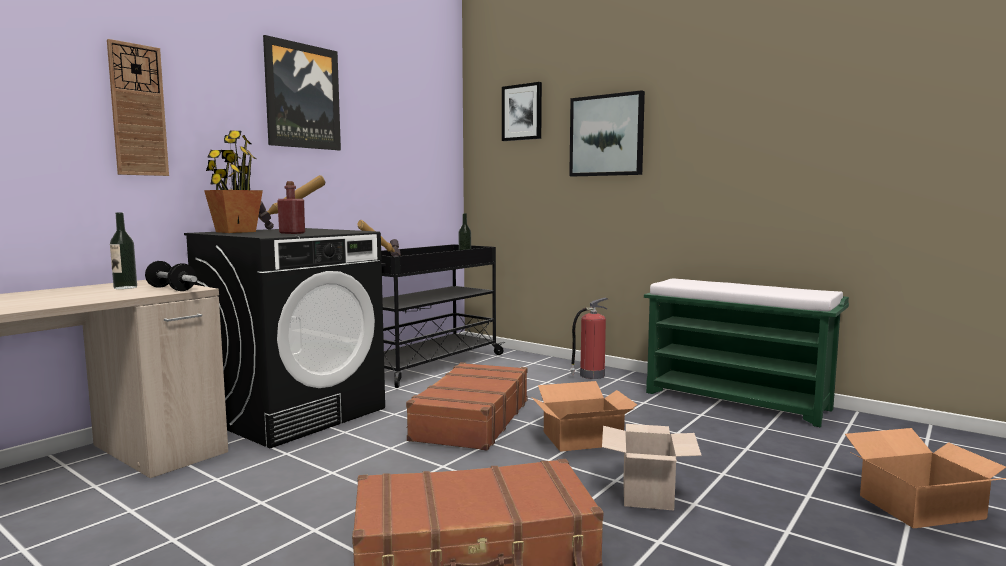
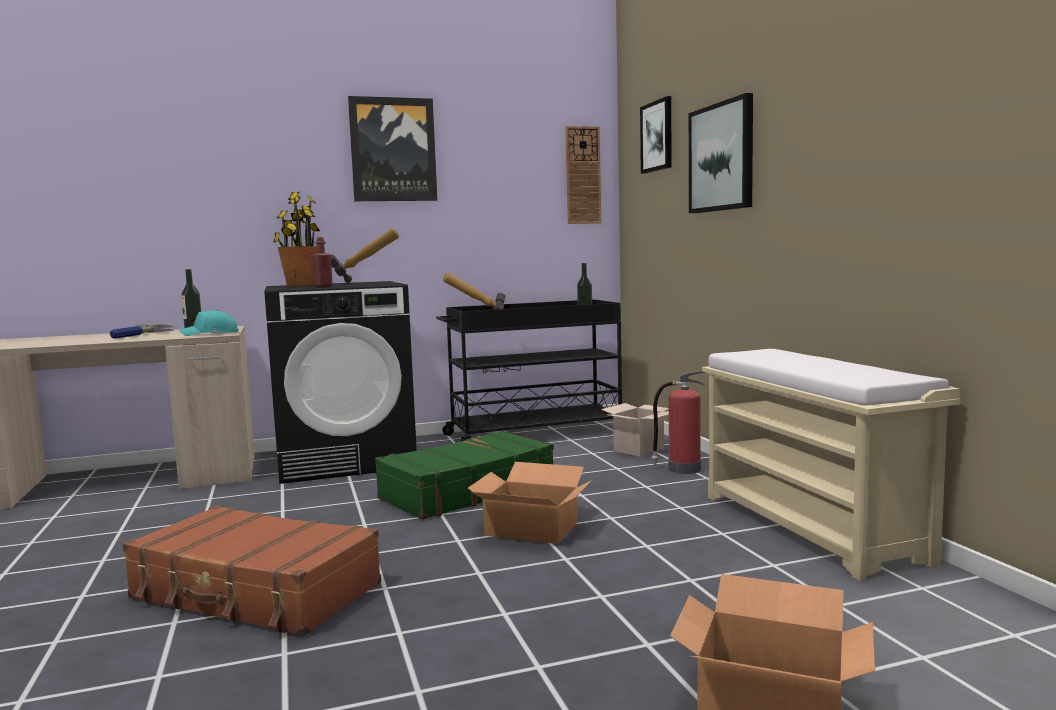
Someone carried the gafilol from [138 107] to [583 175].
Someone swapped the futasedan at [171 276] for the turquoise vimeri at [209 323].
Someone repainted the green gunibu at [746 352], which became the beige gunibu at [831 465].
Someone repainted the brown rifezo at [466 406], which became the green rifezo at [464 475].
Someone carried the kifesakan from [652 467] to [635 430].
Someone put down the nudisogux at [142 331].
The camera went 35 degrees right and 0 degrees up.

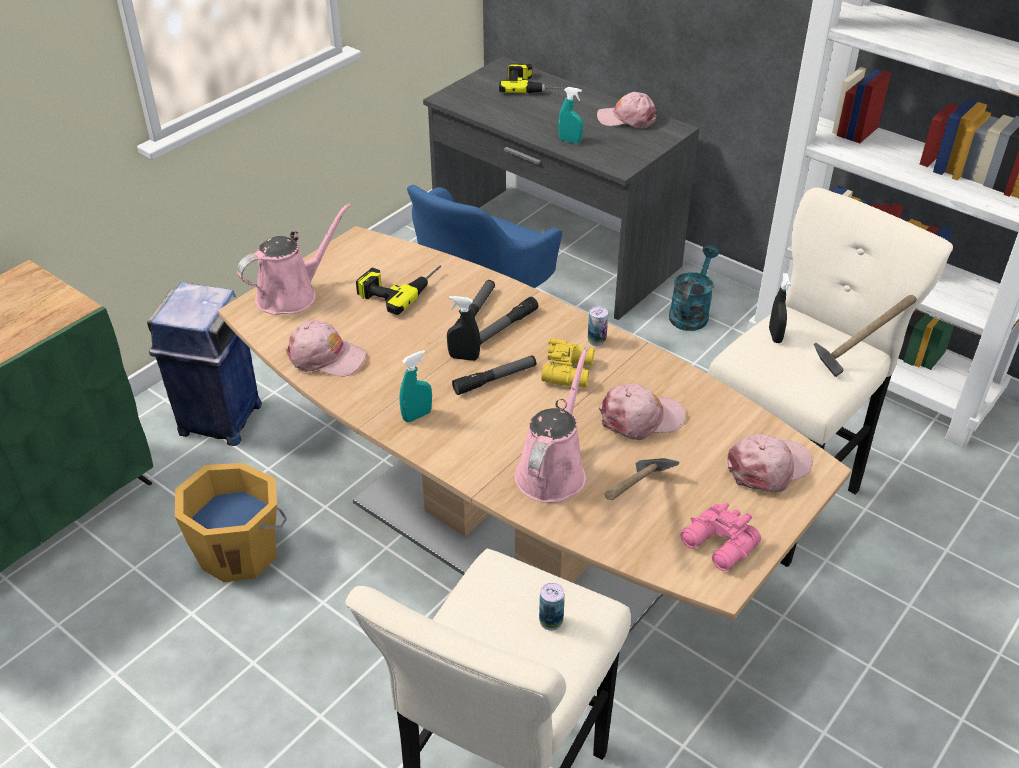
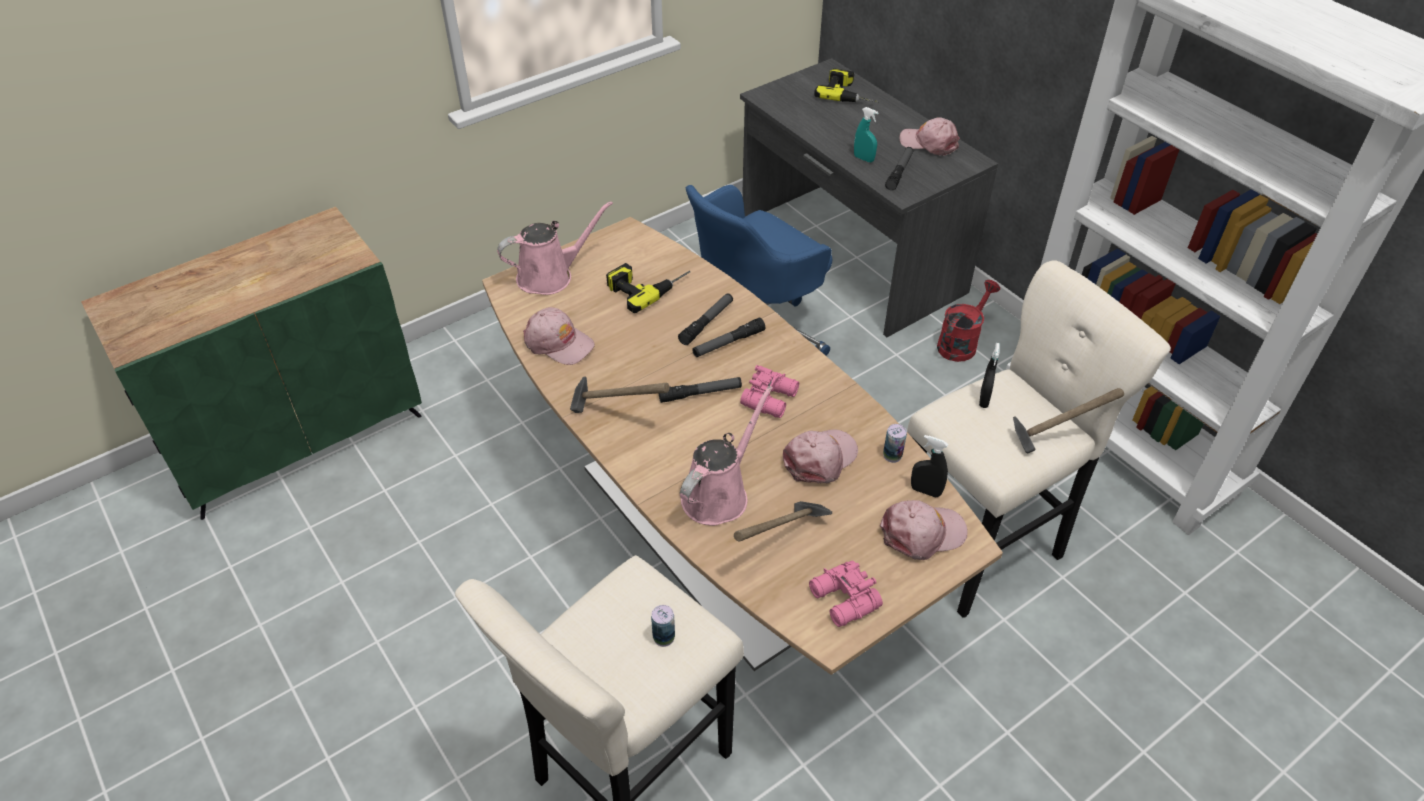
Someone repainted the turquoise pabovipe at [694 288], which became the red pabovipe at [968 321].
Someone took away the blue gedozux at [204 364].
Someone carried the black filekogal from [463 328] to [929 466].
Someone carried the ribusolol from [598 326] to [895 443].
Someone repainted the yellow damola at [567 363], which became the pink damola at [769 391].
Someone swapped the turquoise filekogal at [415 386] for the nudisogux at [620 395].
Someone rotated the pink vimeri at [642 412] by 45 degrees counterclockwise.
Someone took away the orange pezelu at [231 522].
Someone put down the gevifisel at [899 169].
The camera went 15 degrees right and 5 degrees up.

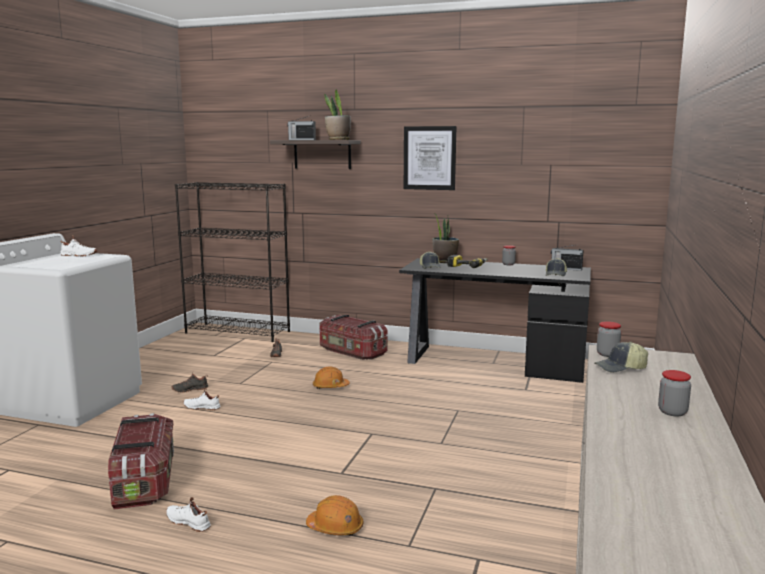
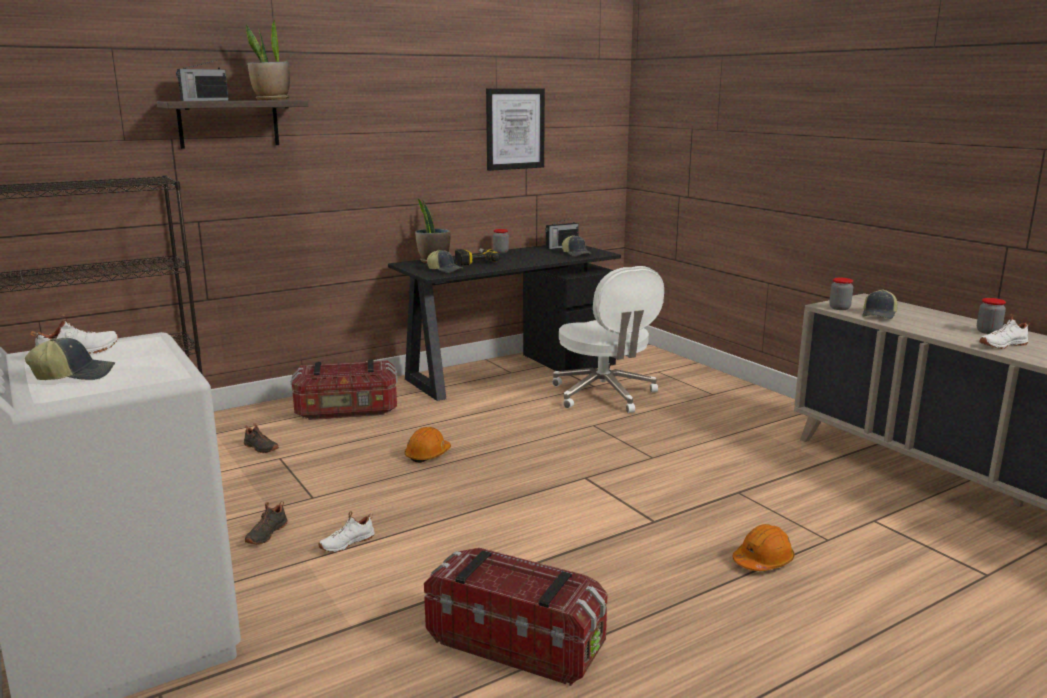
Someone carried the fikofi from [430 158] to [515 129].
Someone carried the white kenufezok from [188 514] to [1005 331].
Someone put down the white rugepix at [608 339].
Someone put down the vimeri at [70 359].
The camera went 50 degrees left and 5 degrees up.

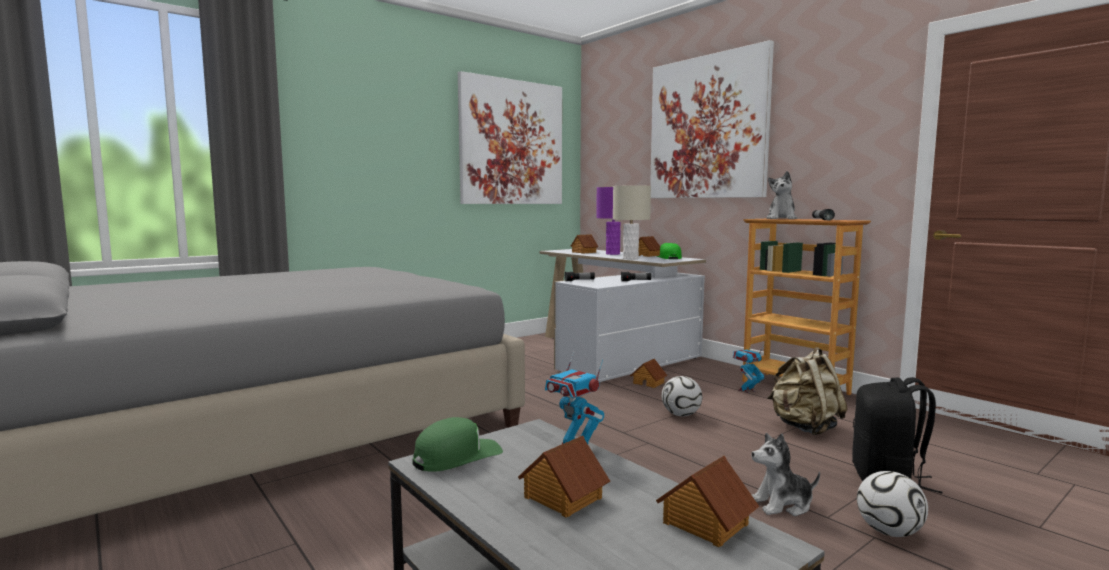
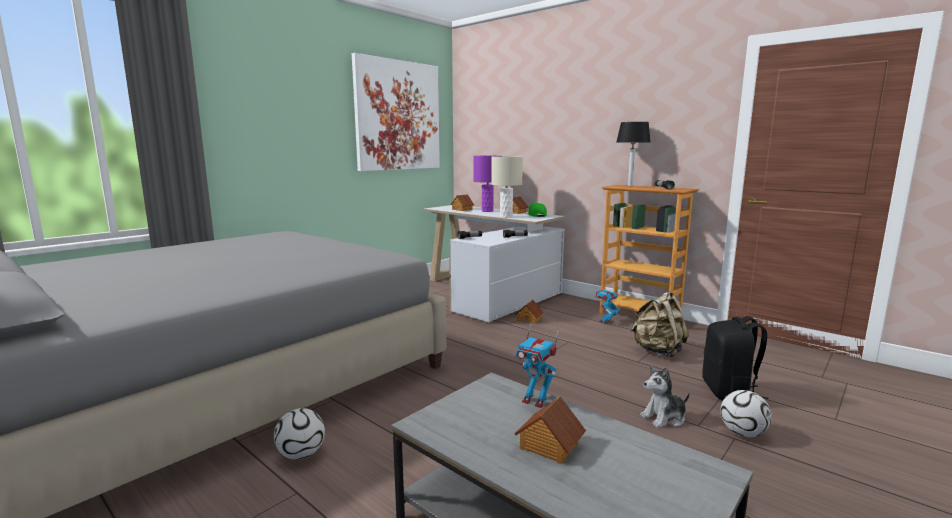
Someone took away the fikofi at [712 119].
Someone swapped the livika at [781 195] for the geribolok at [633 154].
Someone carried the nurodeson from [682 396] to [299 434].
Someone took away the green vimeri at [457 444].
Someone took away the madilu at [708 501].
The camera went 10 degrees left and 5 degrees up.

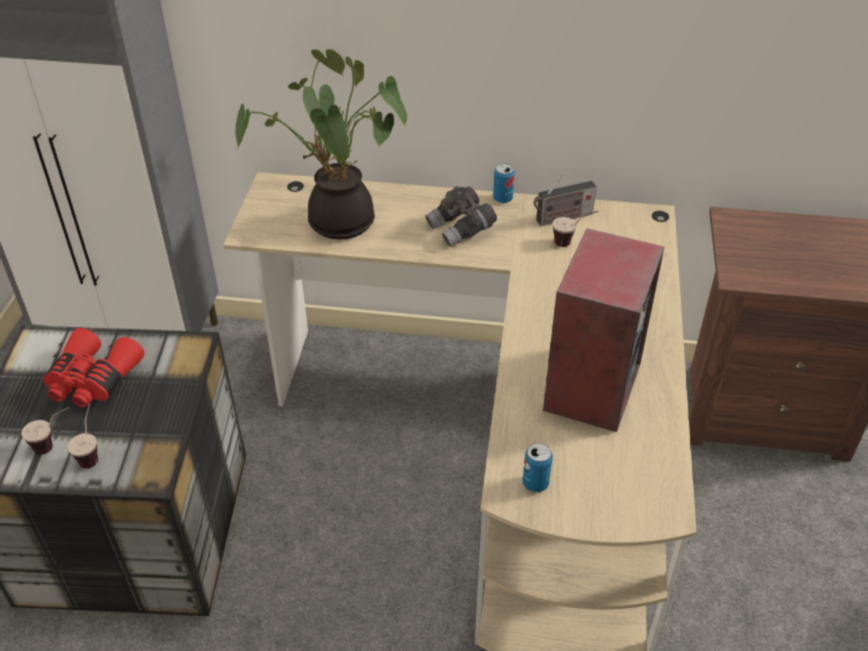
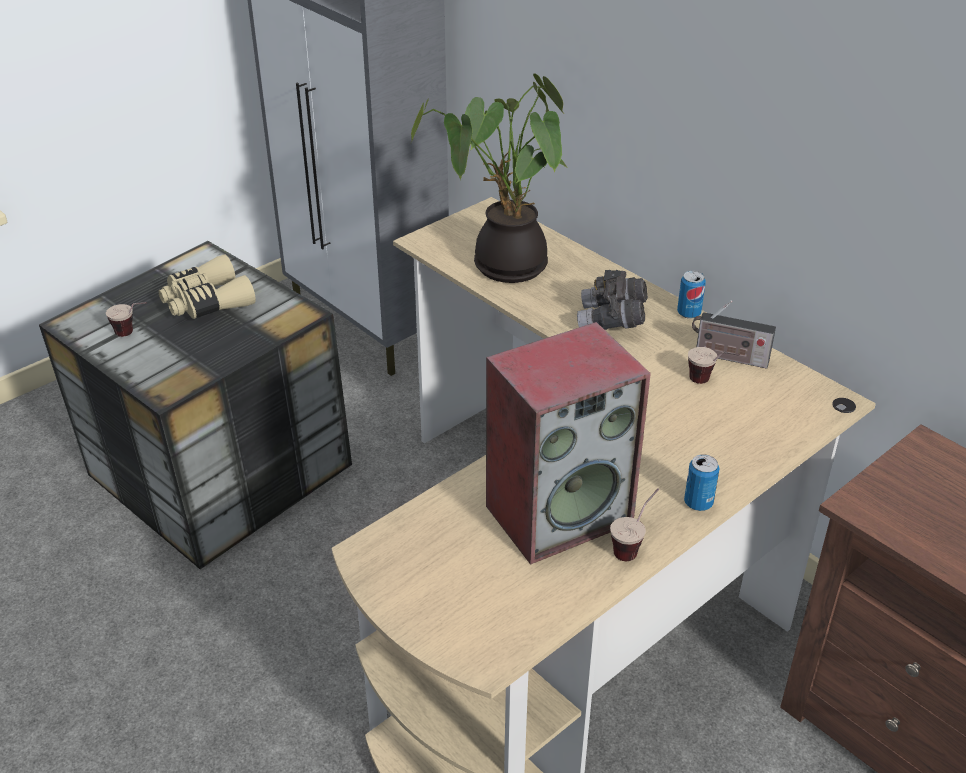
Someone repainted the red damola at [93 367], which became the beige damola at [207 286].
Someone carried the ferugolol from [82 436] to [634 524].
Someone carried the ribusolol from [538 467] to [701 482].
The camera went 40 degrees right and 5 degrees down.

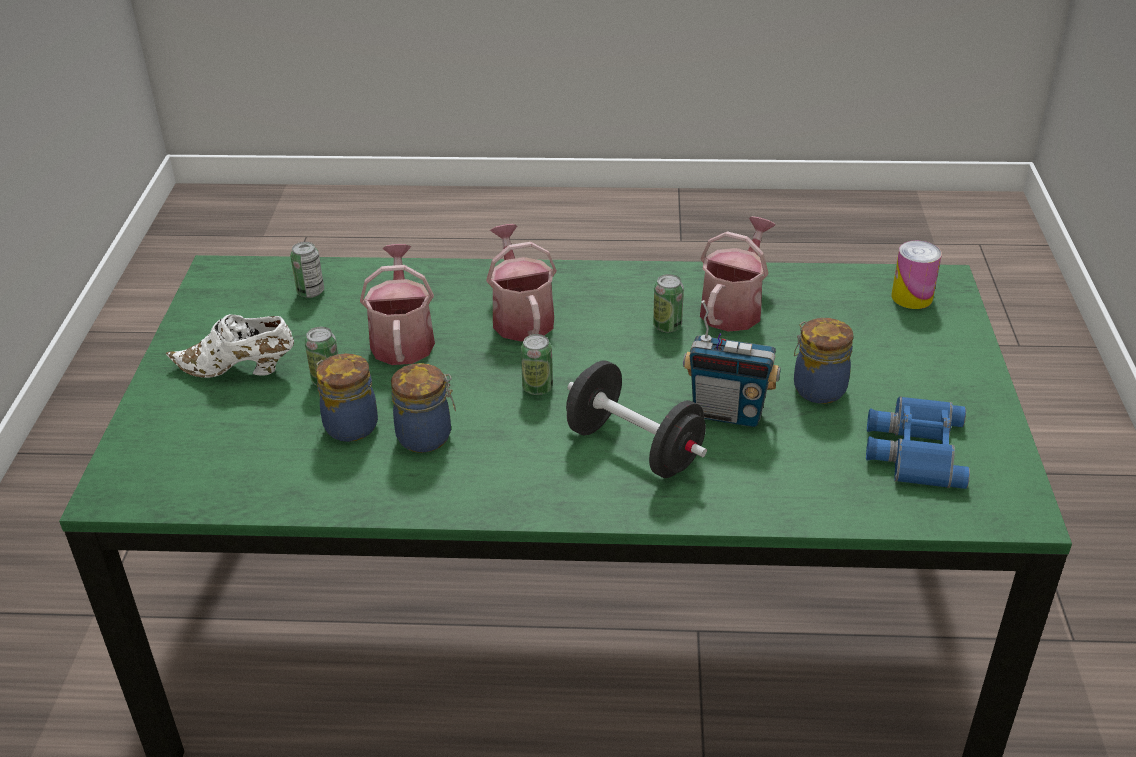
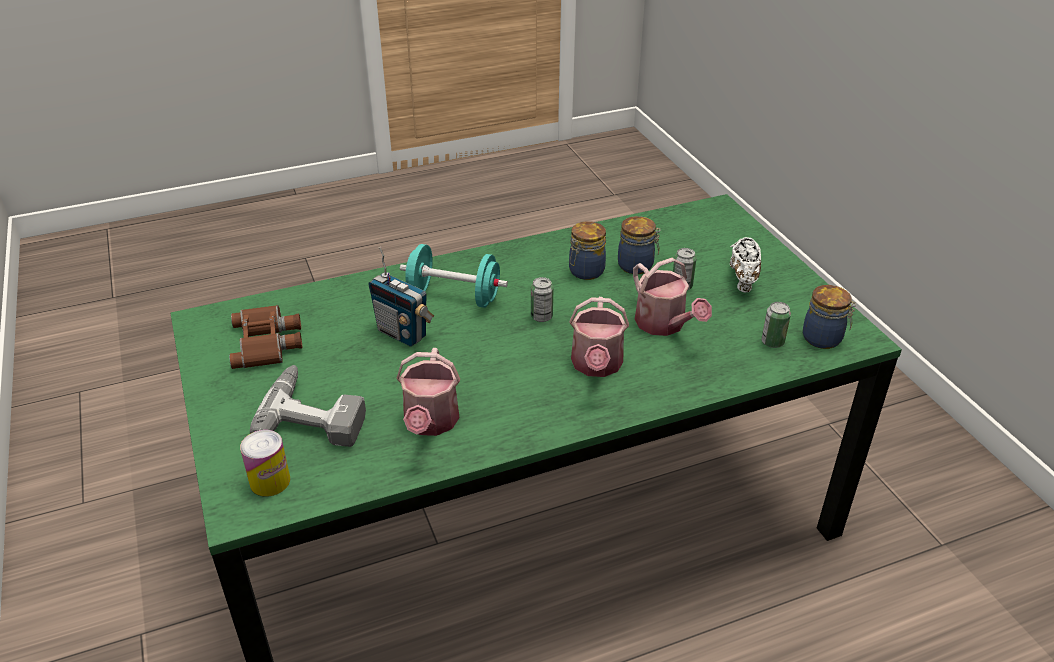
Someone rotated the pabovipe at [521 283] by 45 degrees clockwise.
Someone took away the ribusolol at [668 303].
Someone rotated the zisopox at [732 363] by 135 degrees counterclockwise.
Someone rotated the white kenufezok at [230 346] by 60 degrees counterclockwise.
Someone carried the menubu from [824 361] to [830 317].
Someone repainted the black futasedan at [636 419], which became the turquoise futasedan at [454 276].
Someone repainted the blue damola at [918 442], which became the brown damola at [265 337].
Someone put down the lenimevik at [308 406].
The camera went 155 degrees right and 0 degrees up.

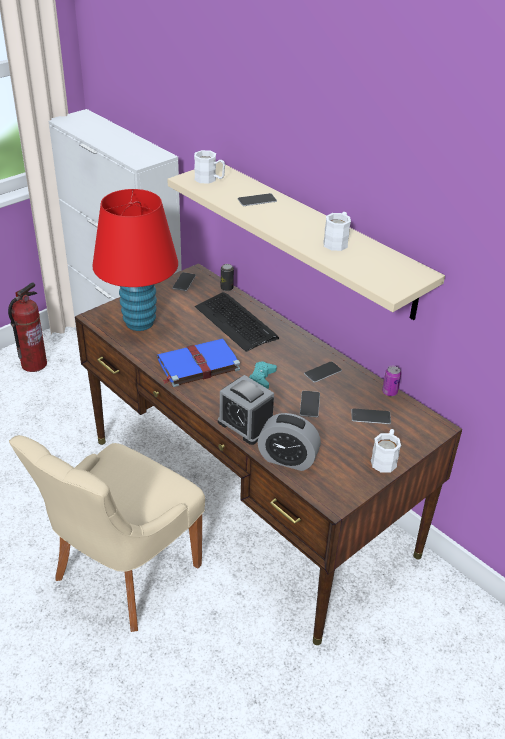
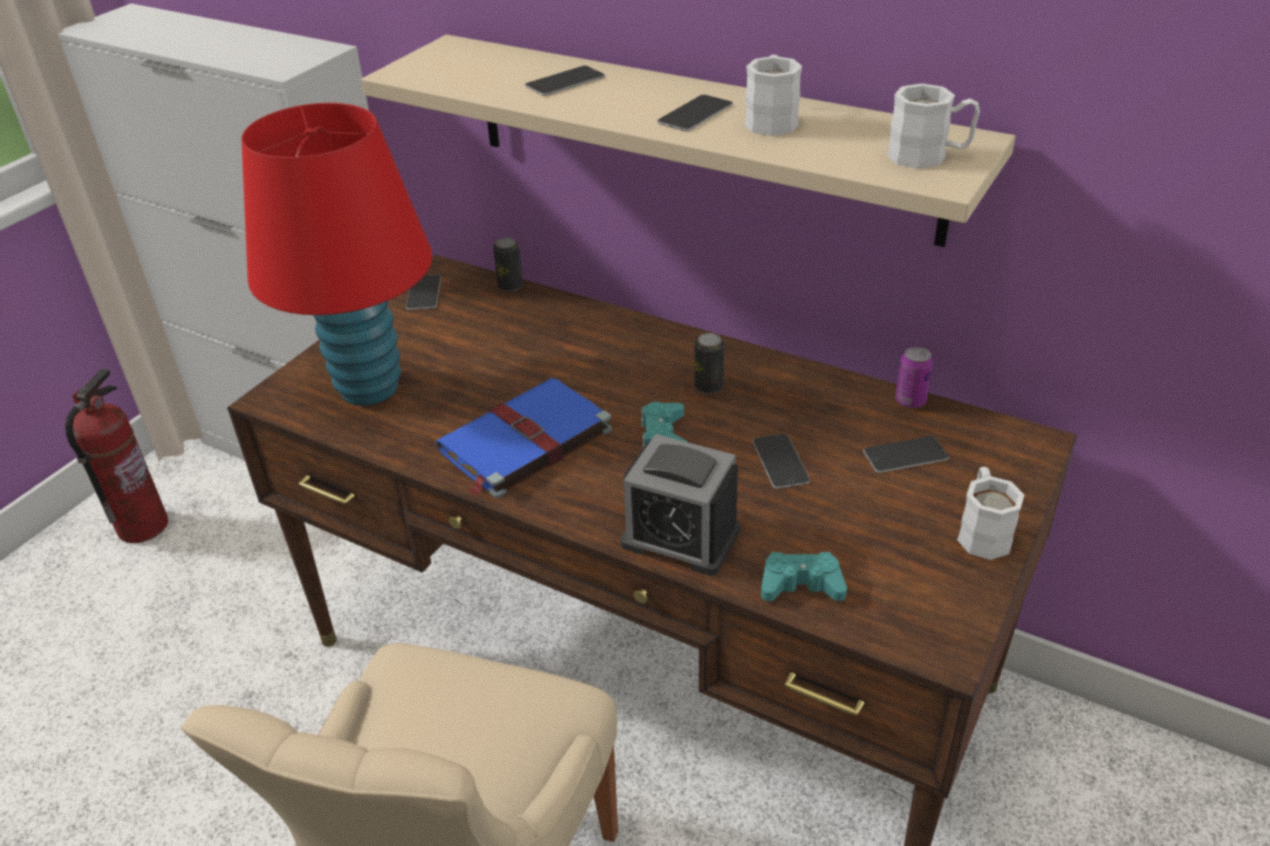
Someone carried the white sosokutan from [209 167] to [933 126].
Someone took away the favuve at [237 322].
Someone carried the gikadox from [323 372] to [695 113].
Someone swapped the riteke at [289 442] for the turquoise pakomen at [804 576].
Someone put down the ribusolol at [709 363].
The camera went 15 degrees left and 0 degrees up.

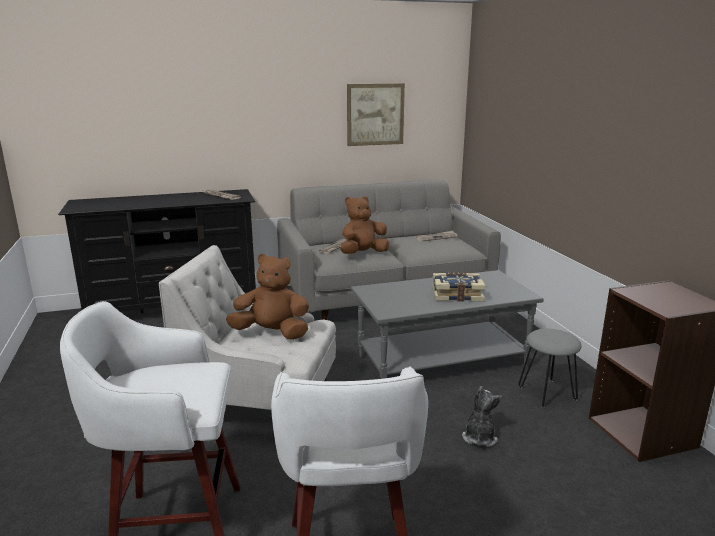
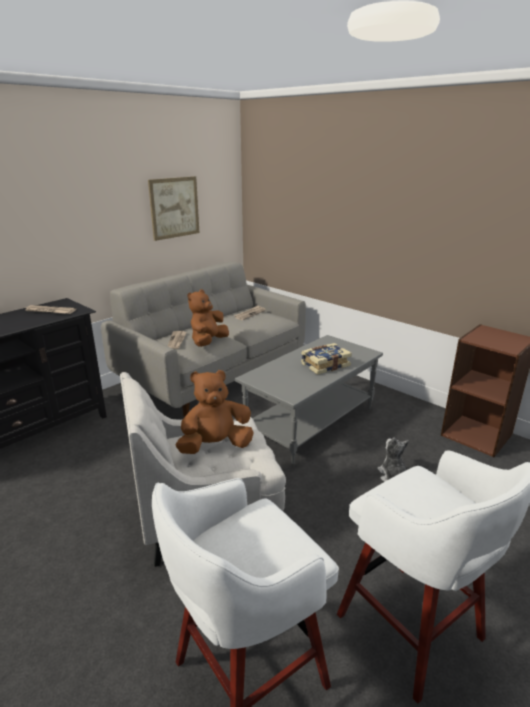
Someone took away the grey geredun at [550 368].
The camera went 30 degrees left and 5 degrees up.

